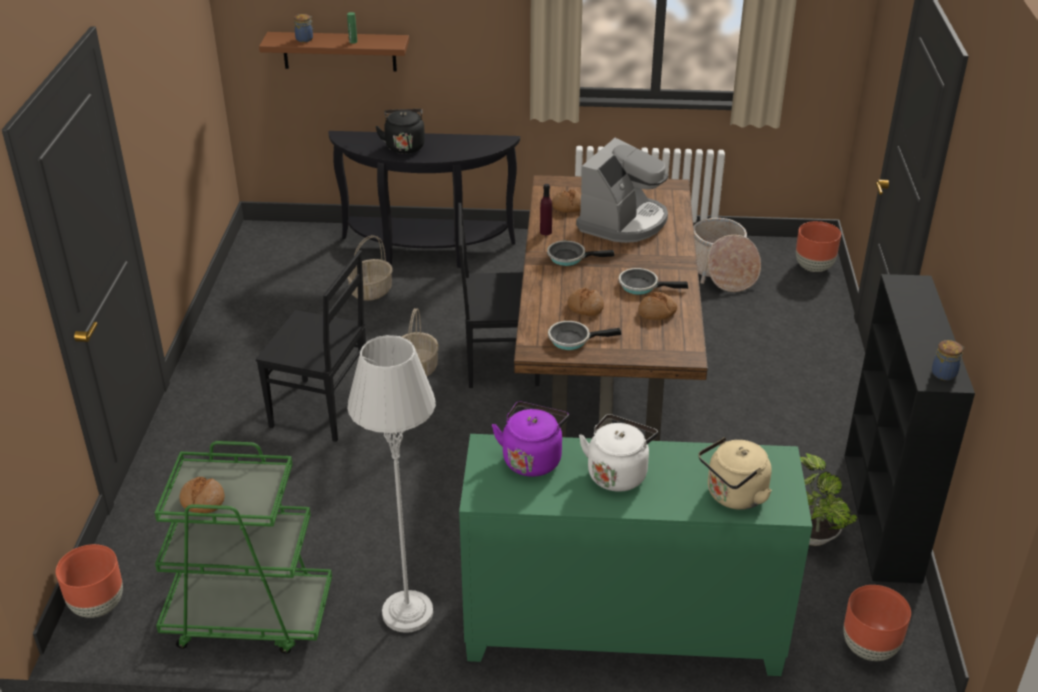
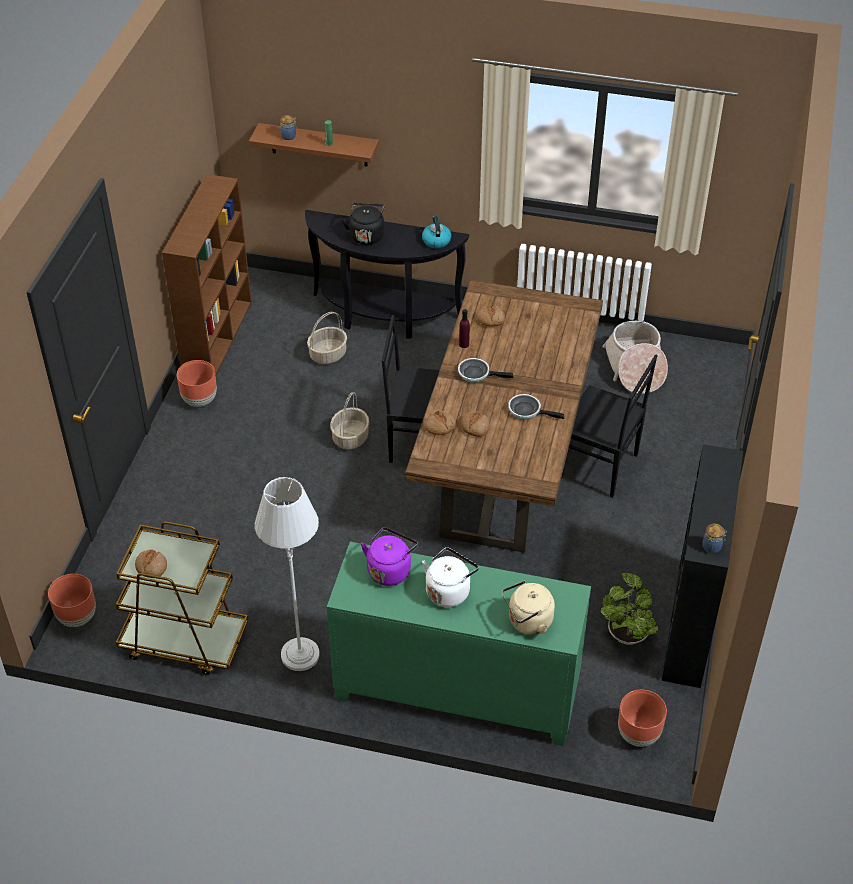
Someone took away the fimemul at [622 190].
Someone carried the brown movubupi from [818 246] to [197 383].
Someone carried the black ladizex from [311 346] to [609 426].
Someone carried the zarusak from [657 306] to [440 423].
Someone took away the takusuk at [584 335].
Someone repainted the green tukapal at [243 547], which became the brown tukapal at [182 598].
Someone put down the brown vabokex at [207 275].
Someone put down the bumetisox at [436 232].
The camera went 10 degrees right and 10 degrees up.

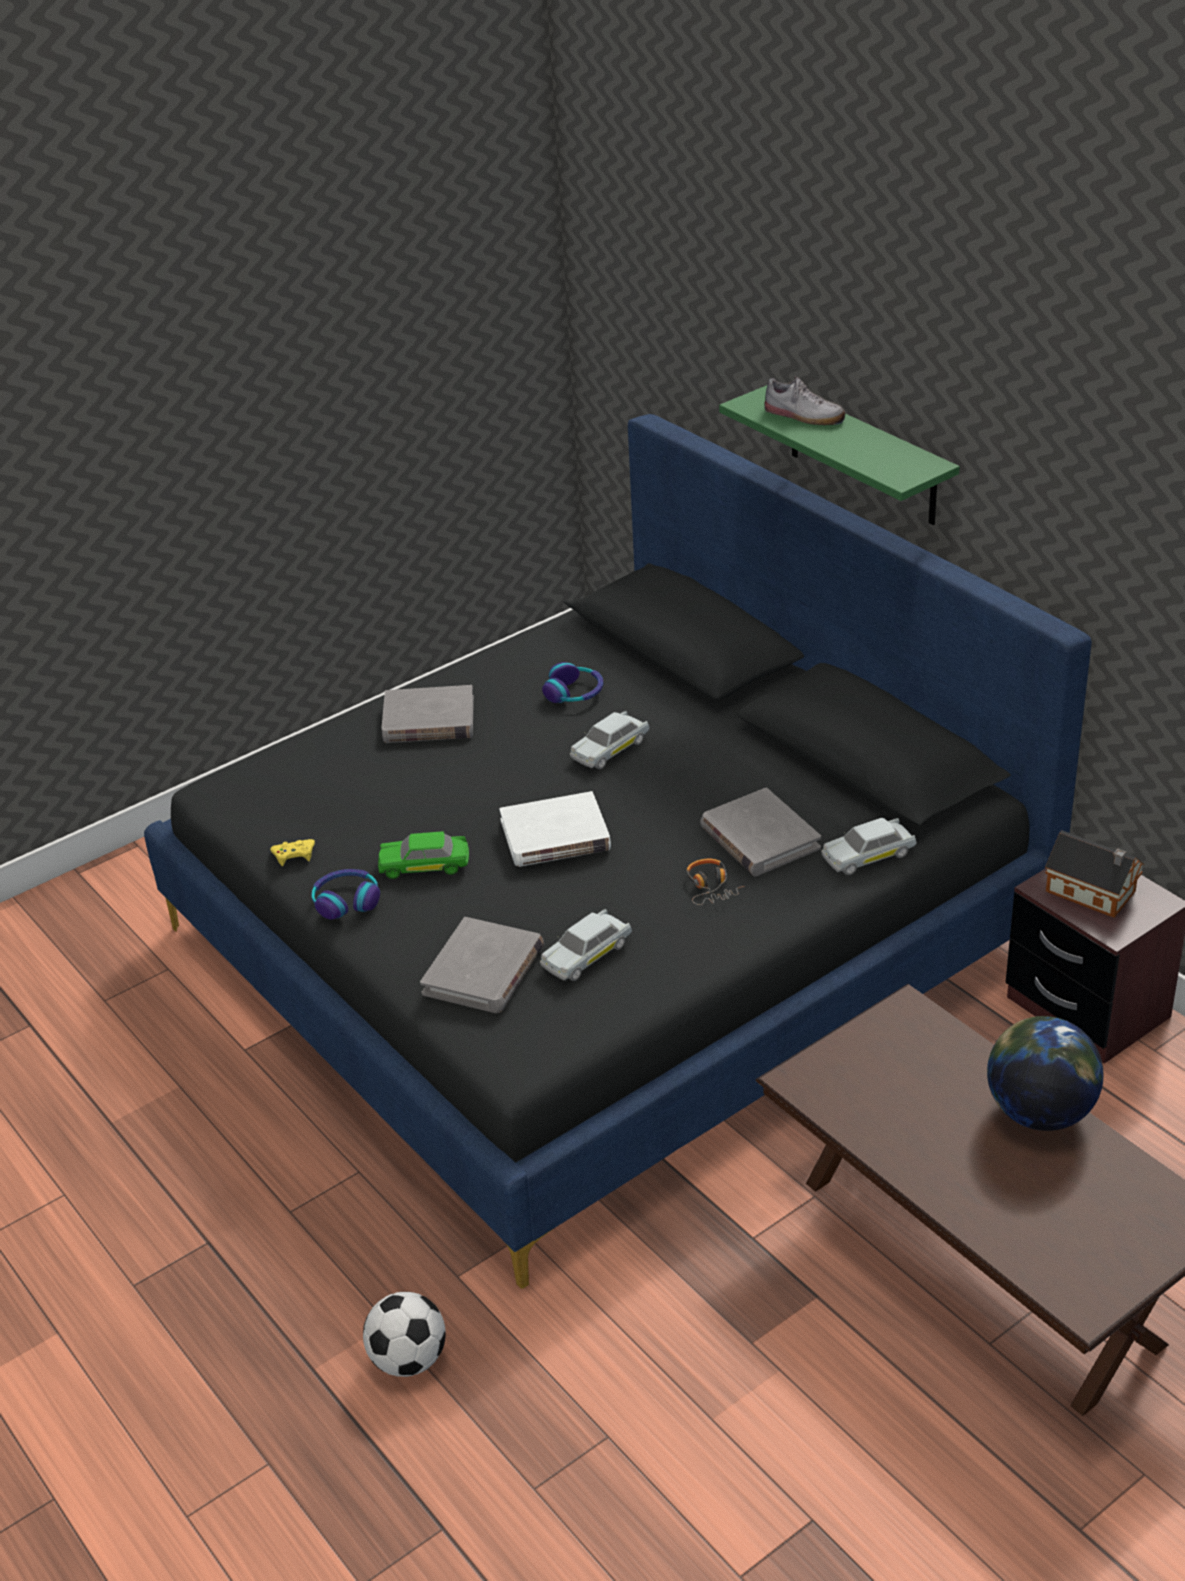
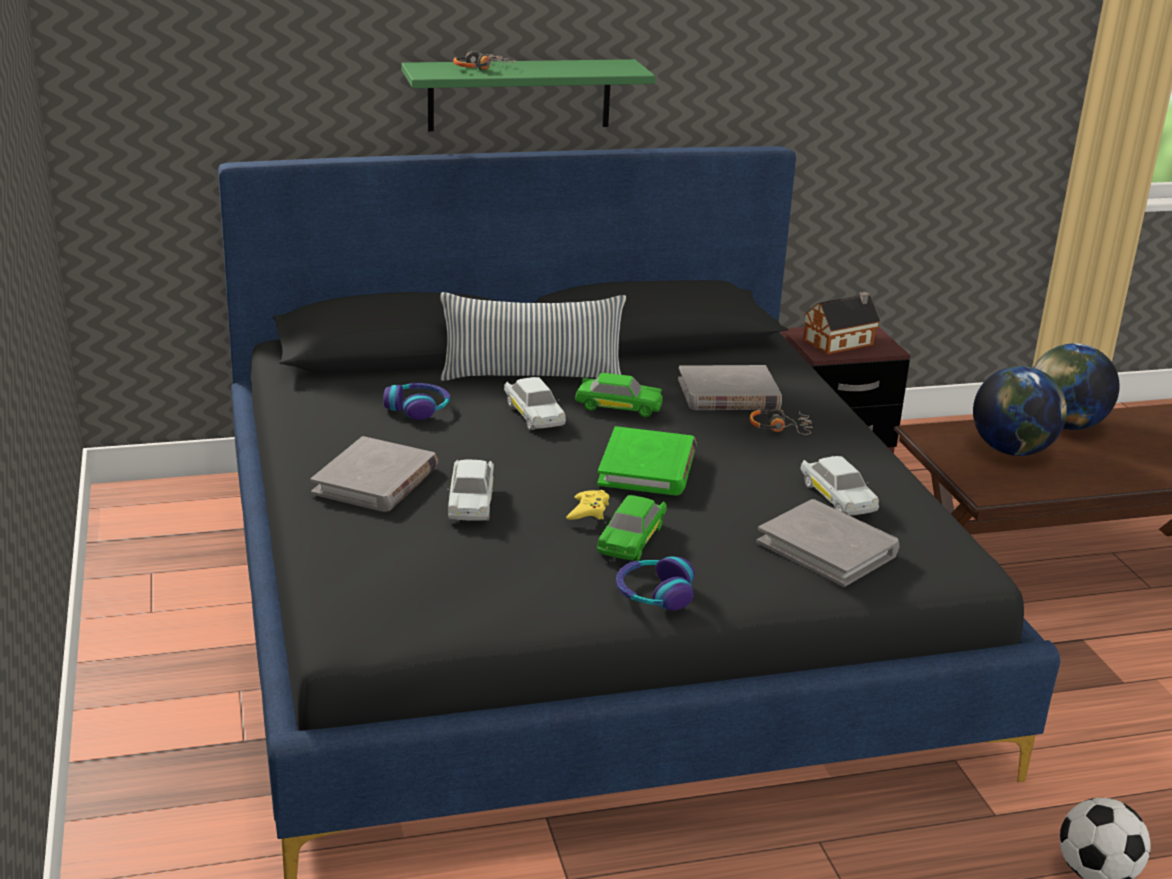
Someone swapped the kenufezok at [804 400] for the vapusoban at [484 60].
Someone repainted the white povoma at [555 829], which became the green povoma at [647 461].
Someone carried the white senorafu from [869 846] to [470 490].
Someone carried the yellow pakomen from [292 852] to [587 505].
Someone put down the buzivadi at [533 336].
Someone put down the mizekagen at [1020 411].
Someone put down the green senorafu at [619 395].
The camera went 70 degrees left and 10 degrees down.

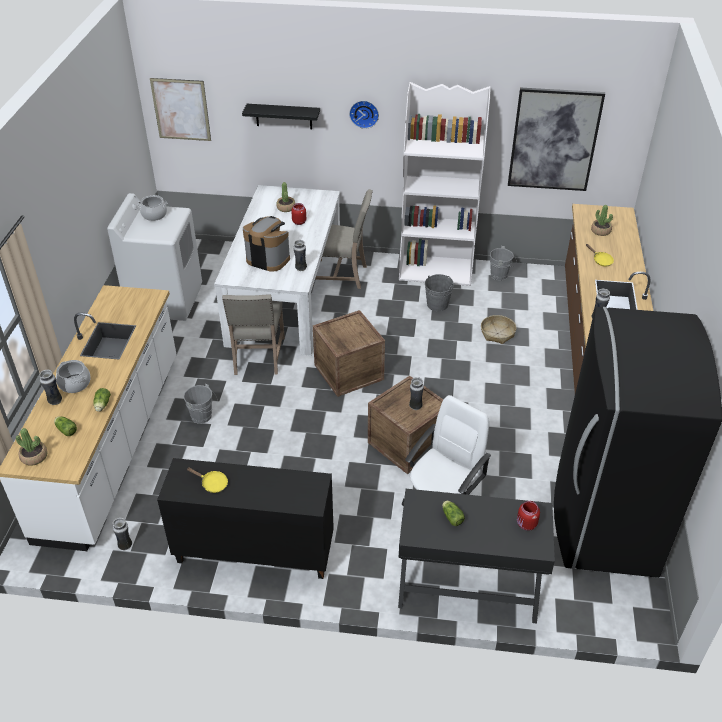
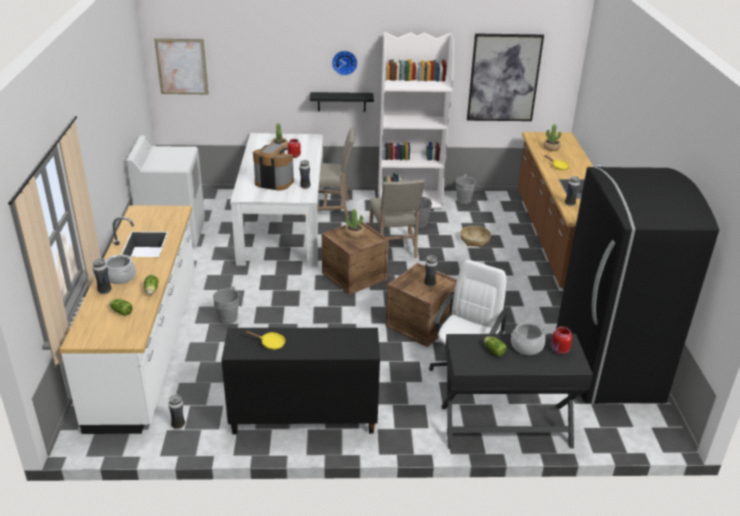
Someone carried the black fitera from [281 116] to [342 102].
Someone carried the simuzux from [152 208] to [529 338].
Someone carried the beige ladizex from [253 335] to [396 219].
Someone carried the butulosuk from [32 447] to [354 223].
The camera went 10 degrees left and 10 degrees down.

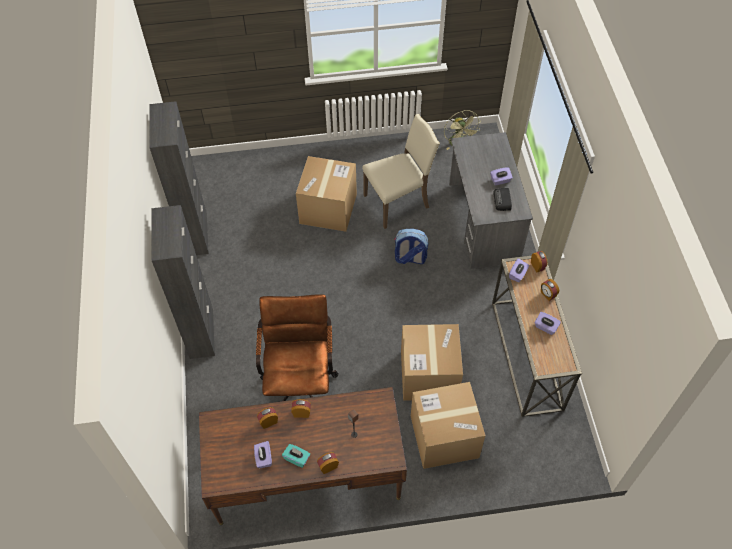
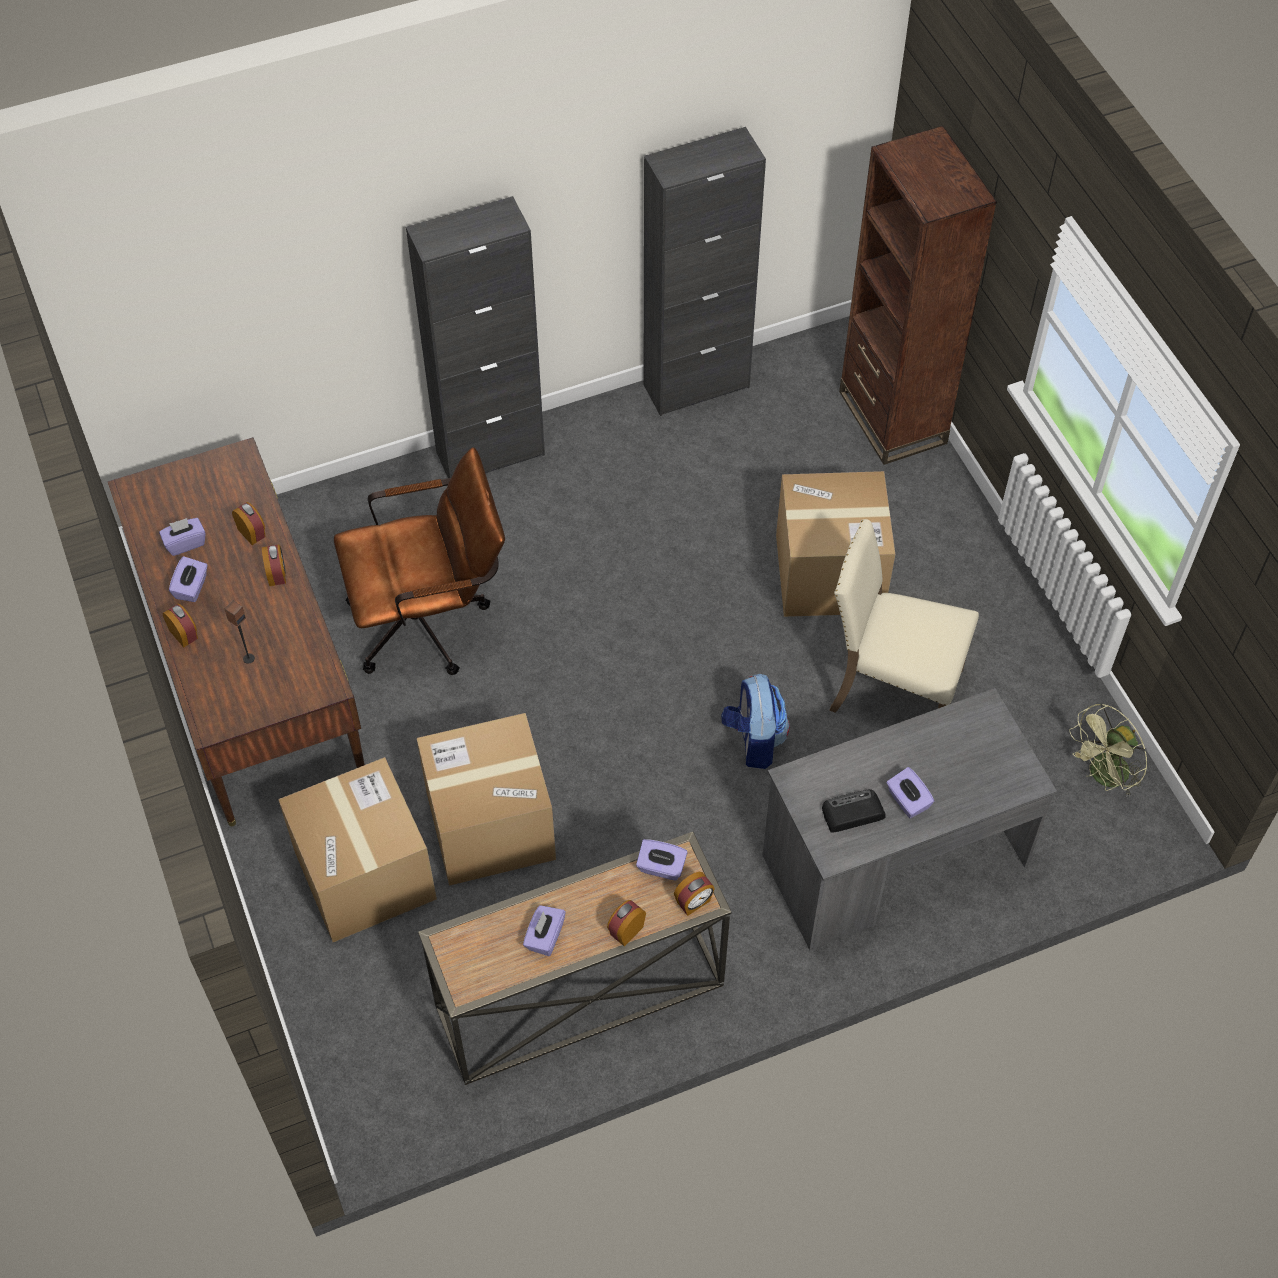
Someone rotated the beige ladizex at [401 171] by 150 degrees clockwise.
Someone repainted the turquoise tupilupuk at [296 456], which became the purple tupilupuk at [188 579].
Someone put down the brown vabokex at [918 295].
The camera went 75 degrees right and 0 degrees up.

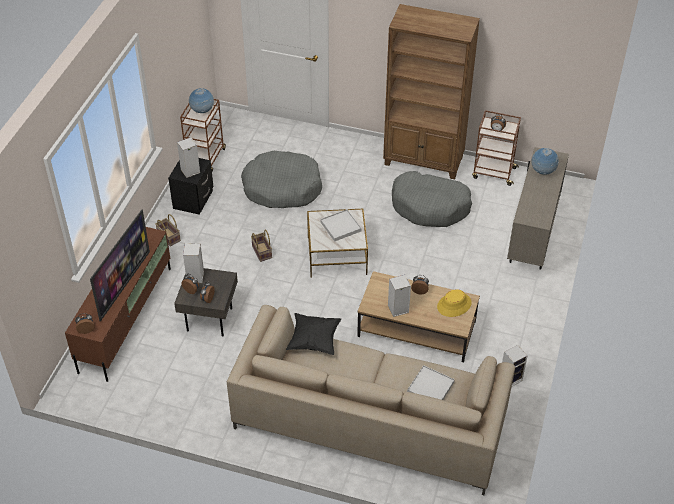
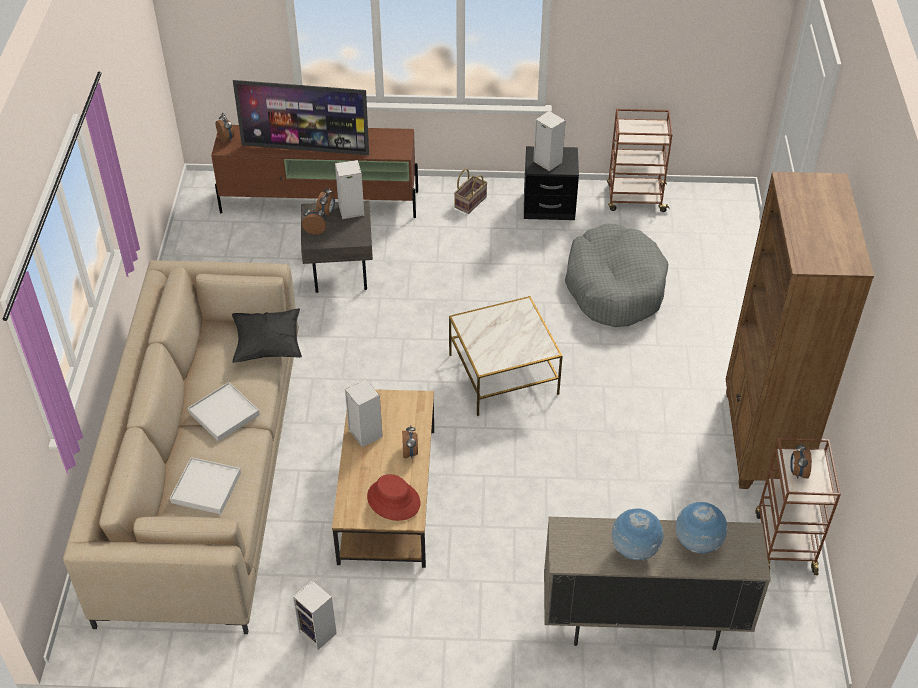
Someone carried the mizekagen from [201 100] to [638 534].
Someone took away the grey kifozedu at [432 199].
Someone carried the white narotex from [340 225] to [224 412].
Someone took away the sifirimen at [261 246].
Someone repainted the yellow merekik at [454 303], which became the red merekik at [393 497].
The camera went 75 degrees right and 0 degrees up.

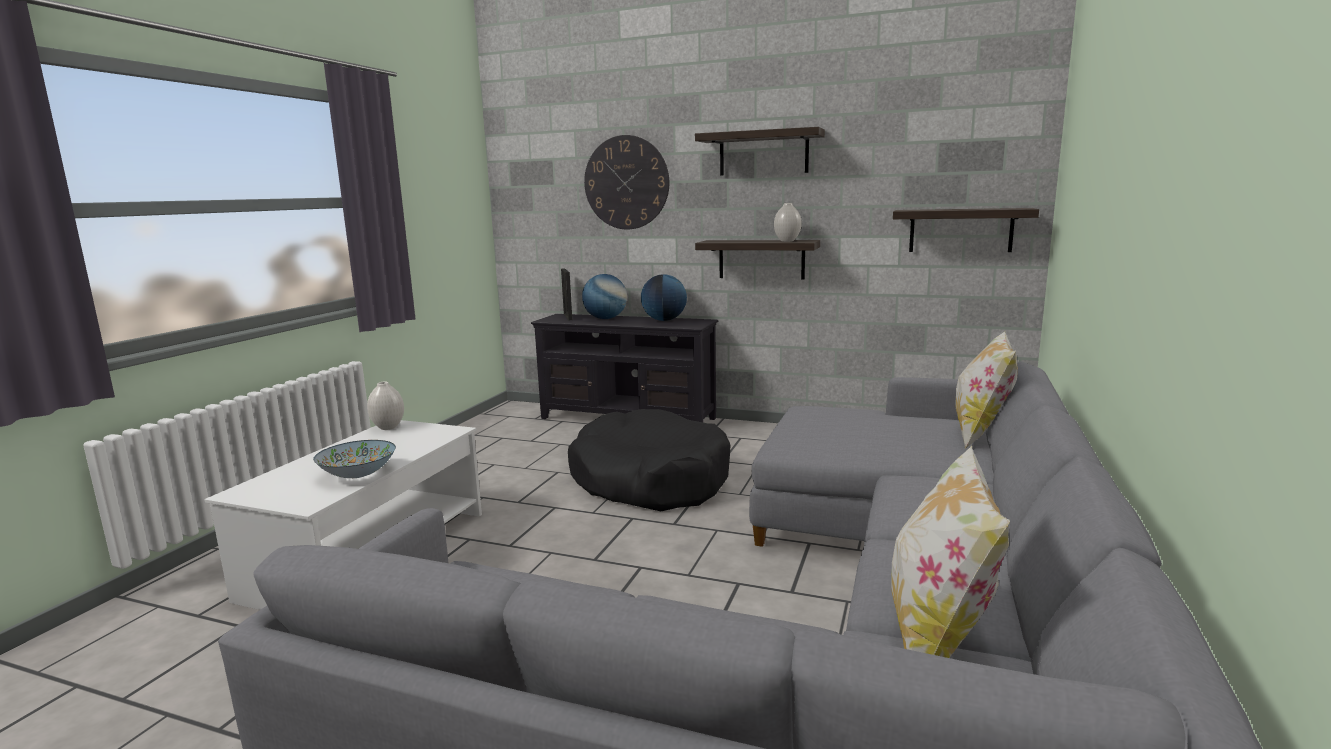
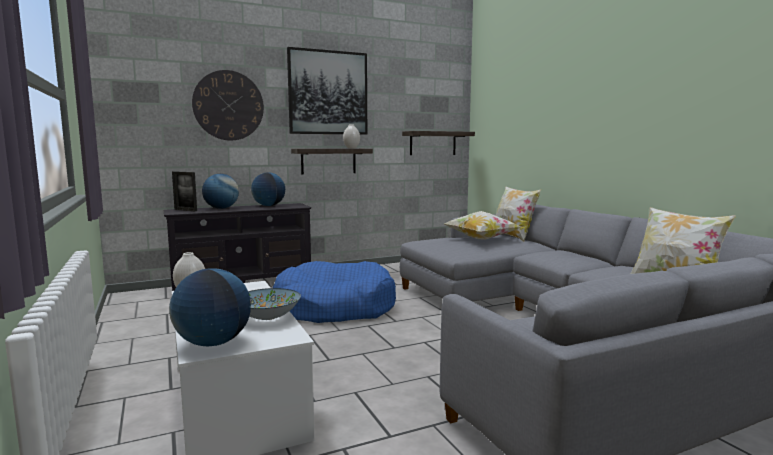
Someone swapped the fitera at [760 151] for the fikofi at [327 91].
Someone repainted the black kifozedu at [649 460], which became the blue kifozedu at [334 292].
Someone put down the buzivadi at [482 225].
Someone put down the mizekagen at [210 307].
The camera went 45 degrees left and 5 degrees down.

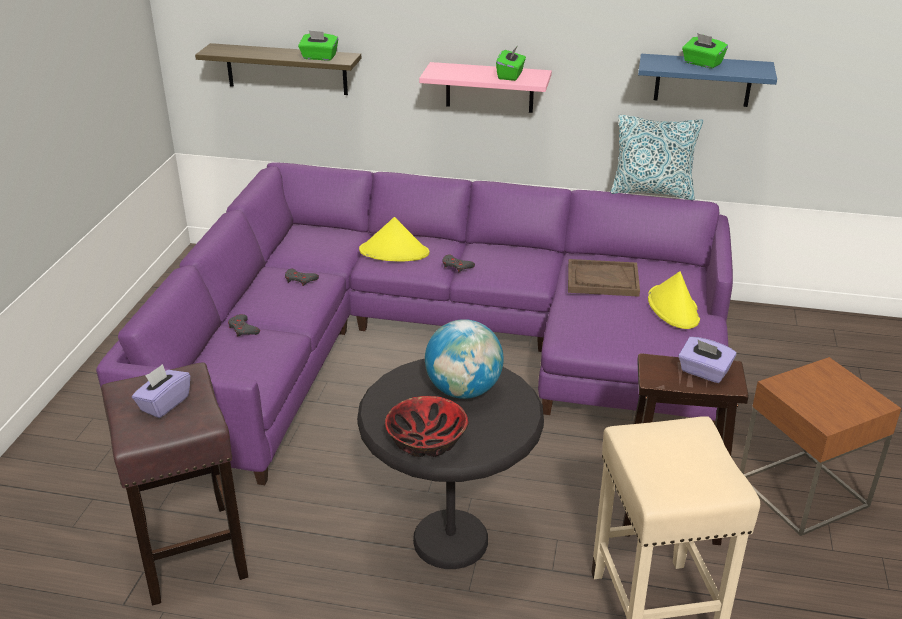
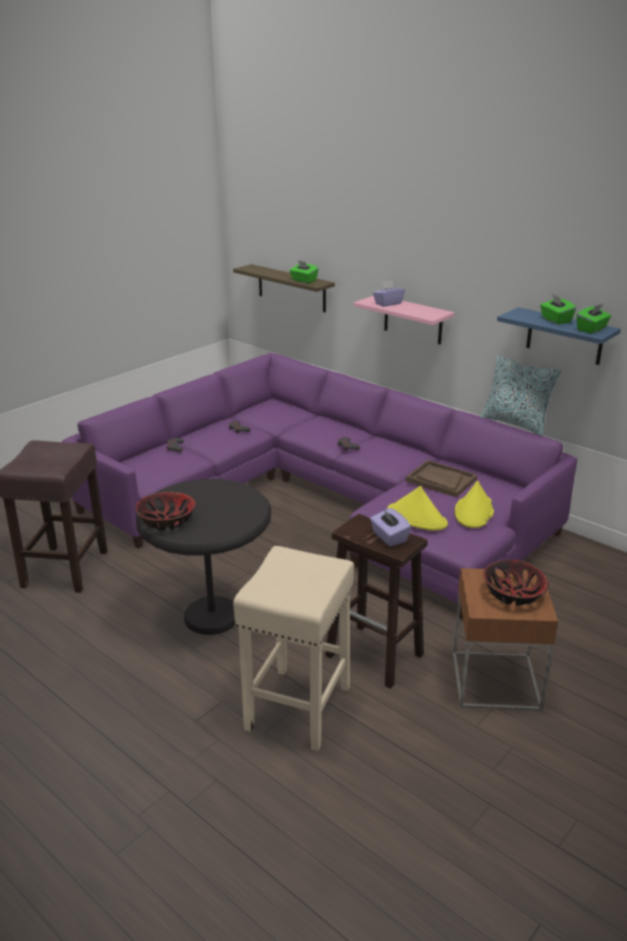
Someone carried the green tupilupuk from [511 64] to [594 318].
Someone carried the yellow merekik from [394 239] to [417 508].
Someone took away the mizekagen at [464 359].
Someone carried the purple tupilupuk from [161 391] to [389 294].
Someone put down the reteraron at [516 582].
The camera went 30 degrees right and 5 degrees down.

